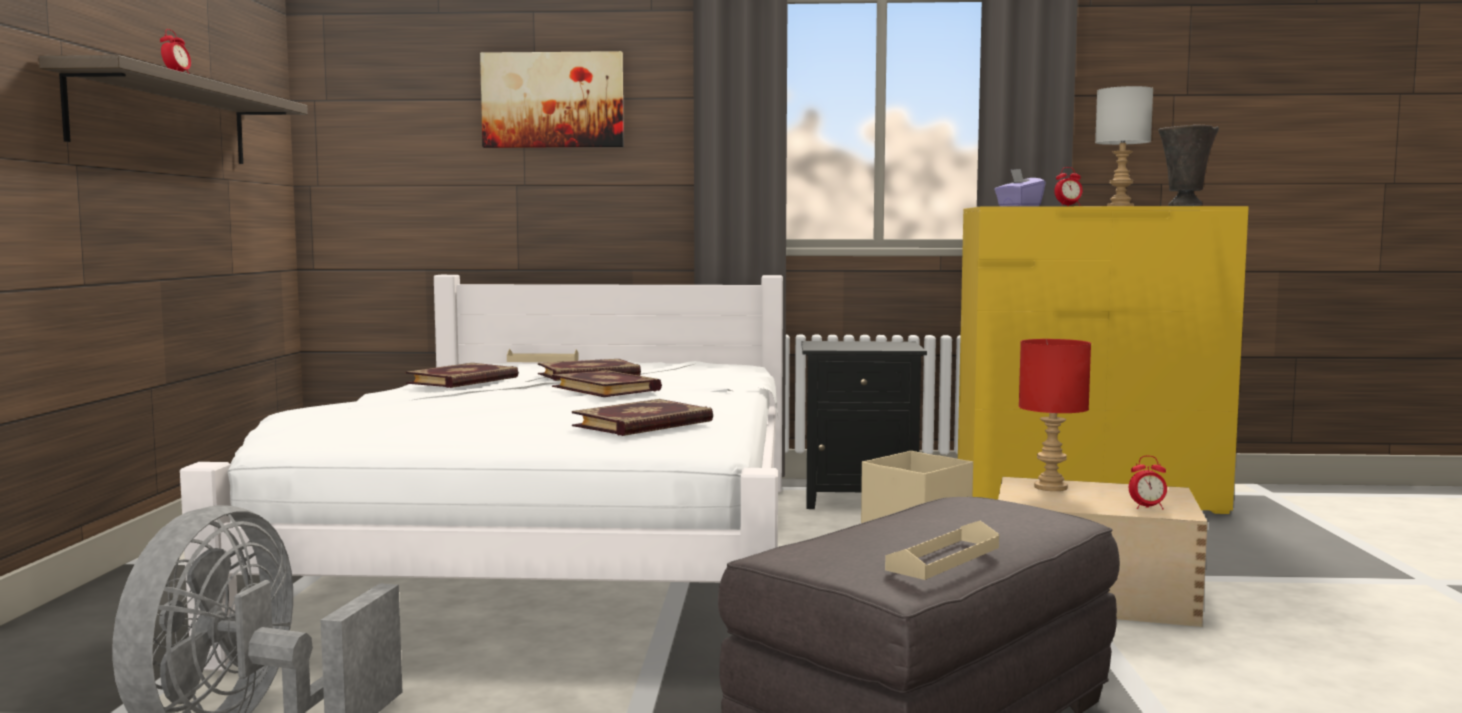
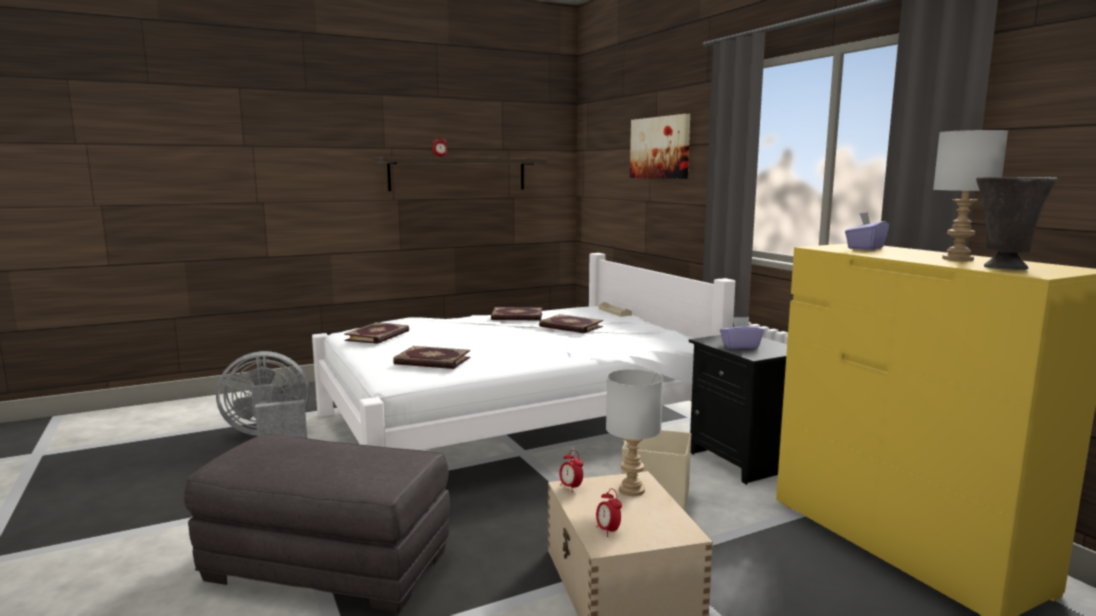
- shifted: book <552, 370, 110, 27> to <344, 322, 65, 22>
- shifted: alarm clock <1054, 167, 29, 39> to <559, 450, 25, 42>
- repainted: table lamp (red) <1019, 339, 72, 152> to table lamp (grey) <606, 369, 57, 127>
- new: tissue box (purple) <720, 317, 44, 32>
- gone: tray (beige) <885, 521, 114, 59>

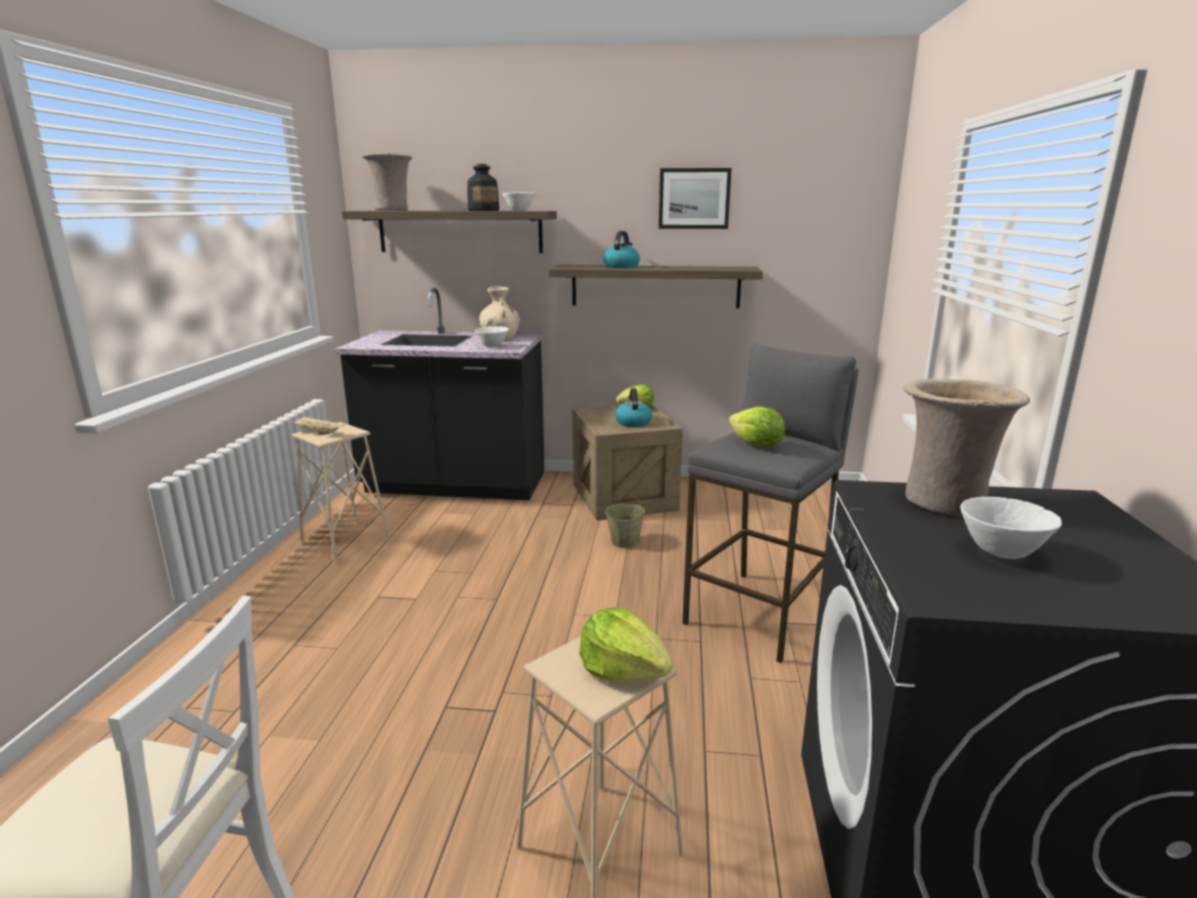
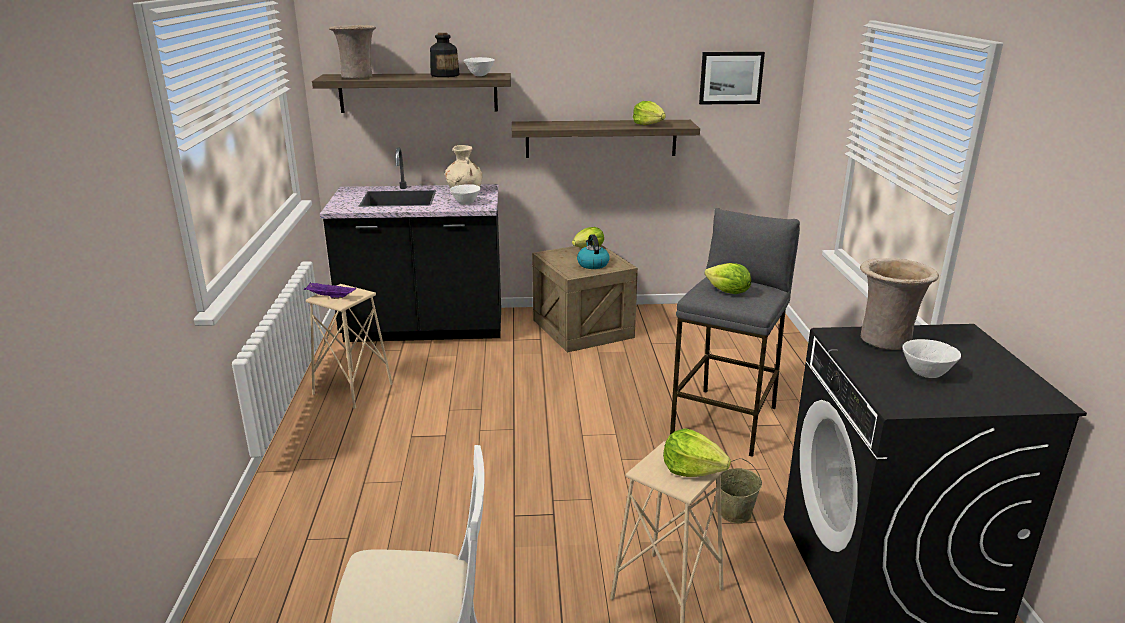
- repainted: tray (beige) <291, 416, 54, 19> to tray (purple) <304, 282, 52, 17>
- new: lettuce <633, 101, 33, 24>
- shifted: picture <659, 168, 73, 61> to <699, 52, 66, 52>
- shifted: bucket (beige) <605, 489, 40, 59> to <716, 458, 46, 66>
- gone: kettle <603, 231, 37, 37>

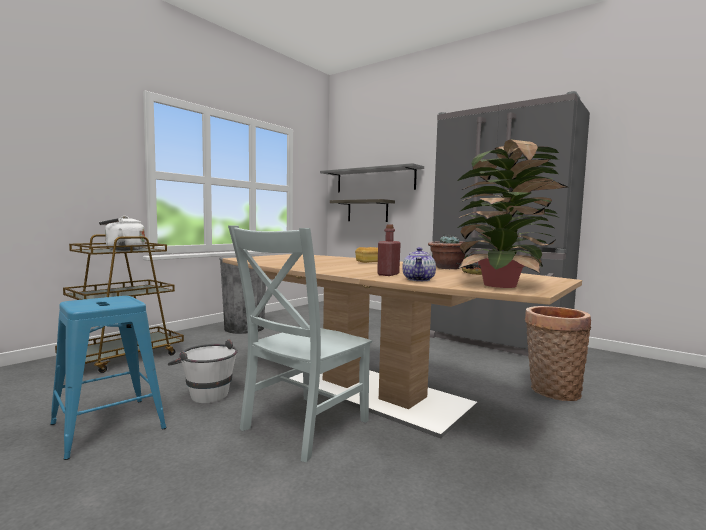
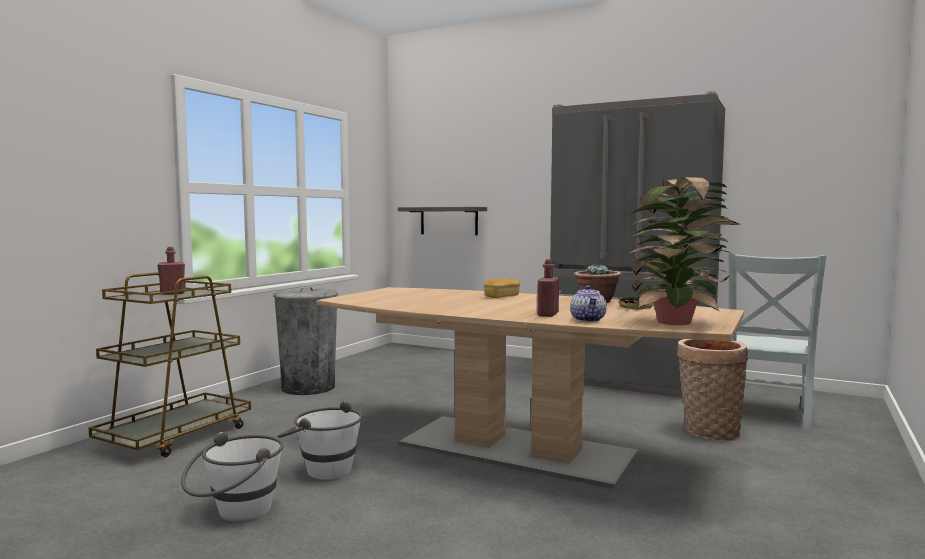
- swapped: kettle (white) <99, 216, 46, 34> to bottle (red) <157, 247, 28, 48>
- swapped: stool (blue) <50, 296, 116, 164> to bucket (white) <181, 432, 103, 89>
- shifted: chair (grey) <228, 225, 144, 237> to <728, 253, 98, 178>
- gone: shelf (grey) <320, 163, 104, 29>

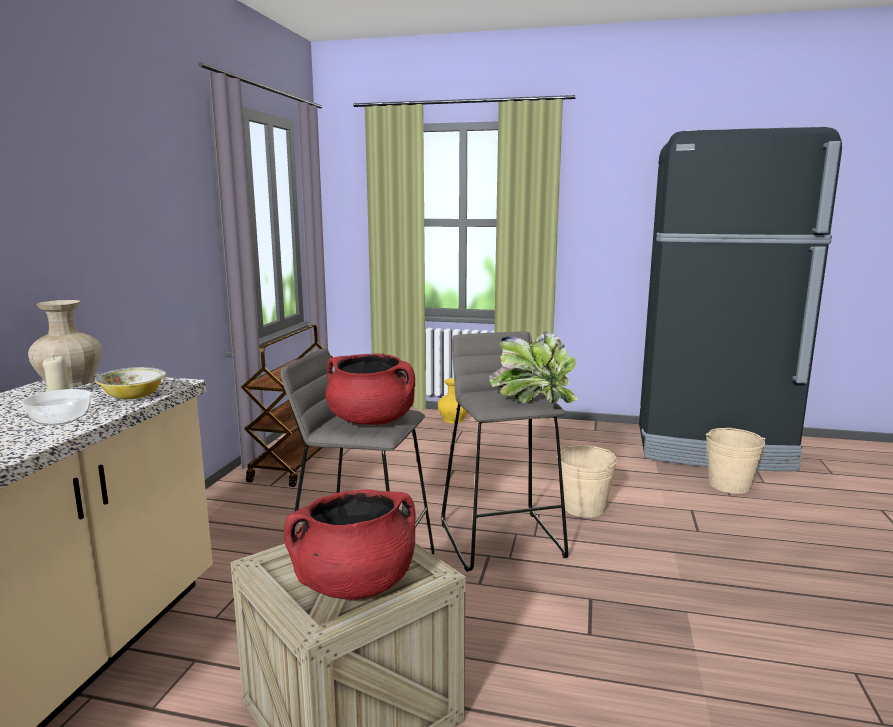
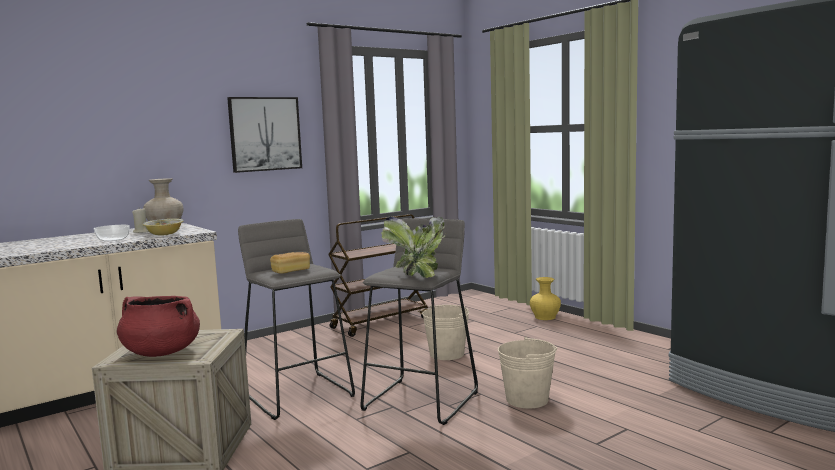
- new: picture <227, 97, 75, 76>
- swapped: cooking pot (red) <325, 354, 90, 71> to bread <270, 252, 40, 22>
- shifted: bucket (beige) <706, 428, 59, 66> to <422, 305, 47, 55>

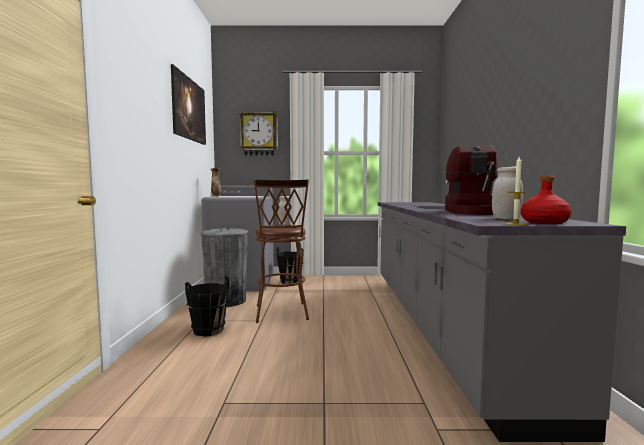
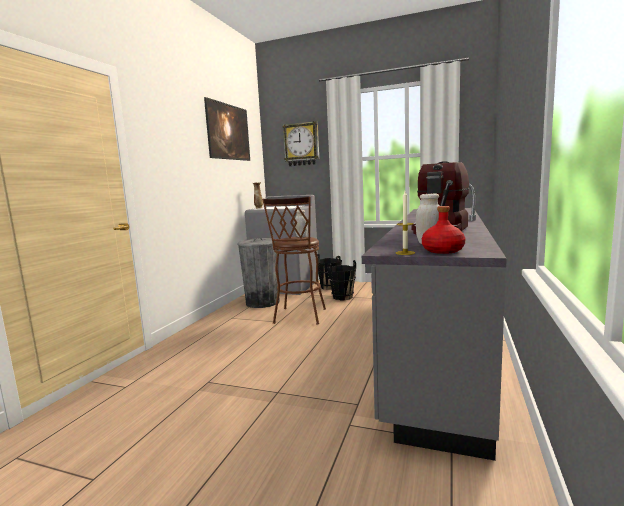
- shifted: bucket (black) <185, 276, 44, 61> to <327, 260, 29, 40>

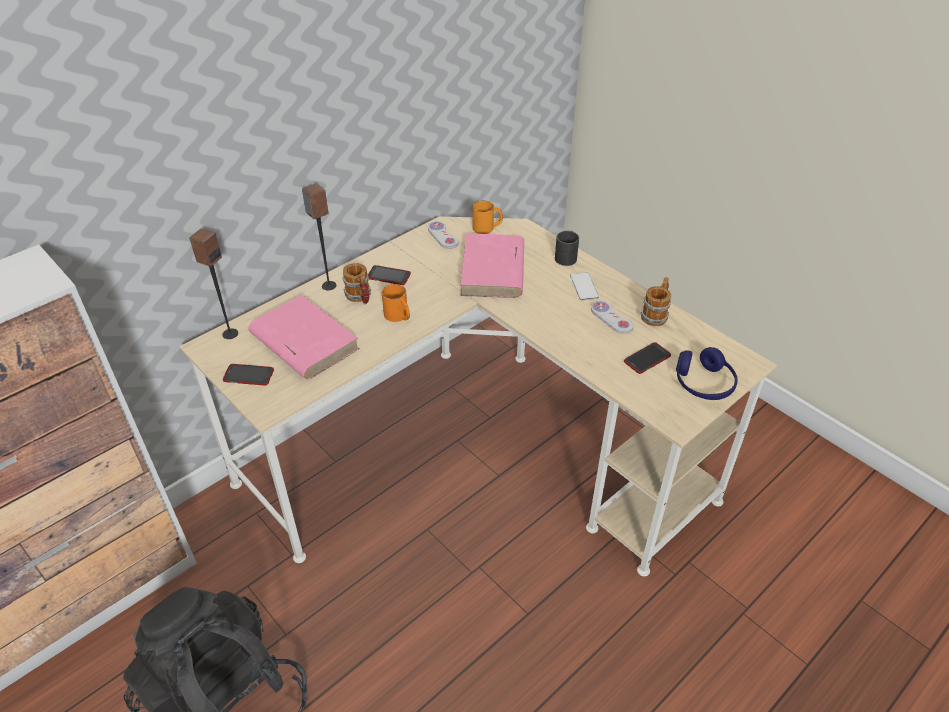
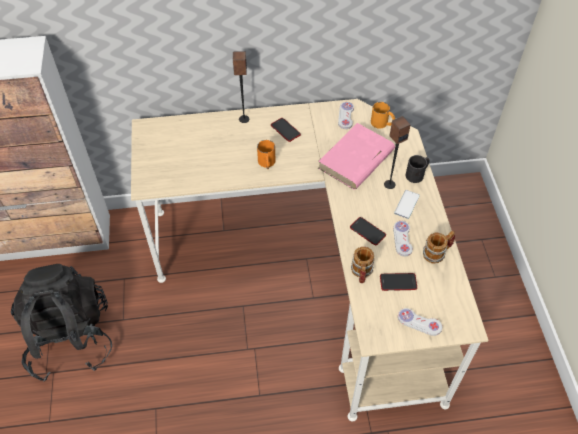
- shifted: phone <223, 364, 51, 21> to <350, 217, 36, 29>
- shifted: mug <343, 263, 28, 41> to <351, 247, 23, 36>
- shifted: speaker <189, 229, 49, 110> to <384, 116, 27, 73>
- swapped: headphones (blue) <676, 347, 62, 53> to game controller (white) <398, 308, 44, 28>
- gone: book (pink) <248, 295, 111, 85>

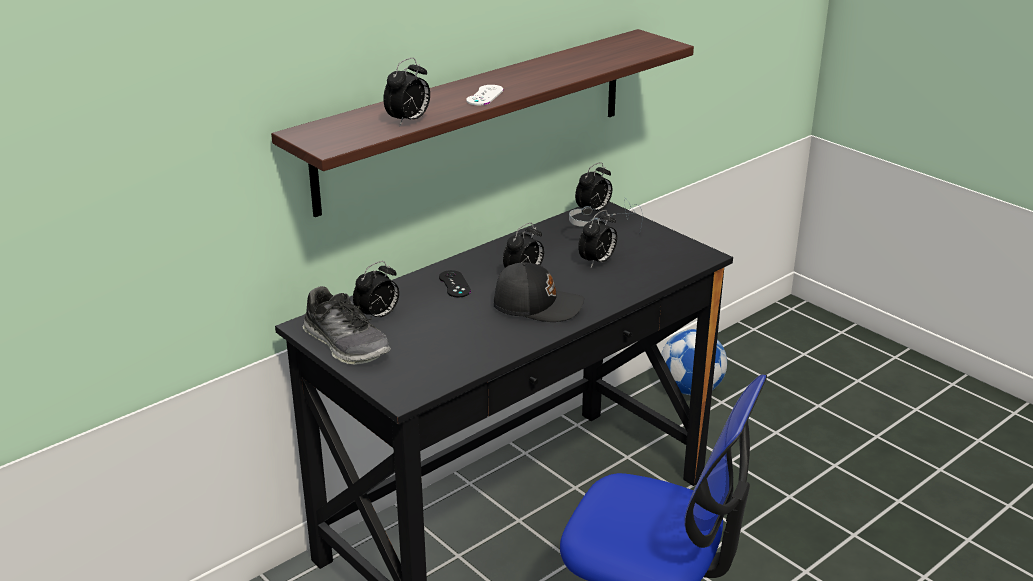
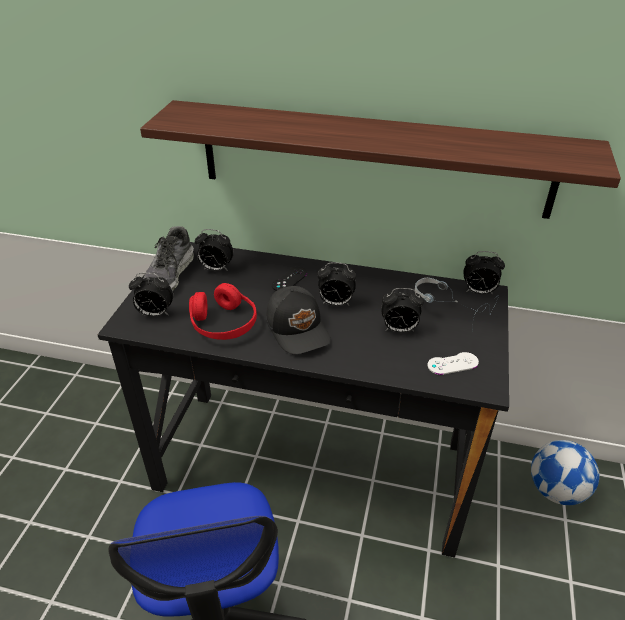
- shifted: alarm clock <383, 58, 47, 68> to <129, 273, 44, 44>
- new: headphones (red) <189, 283, 68, 57>
- shifted: game controller (white) <466, 85, 38, 20> to <427, 352, 52, 23>

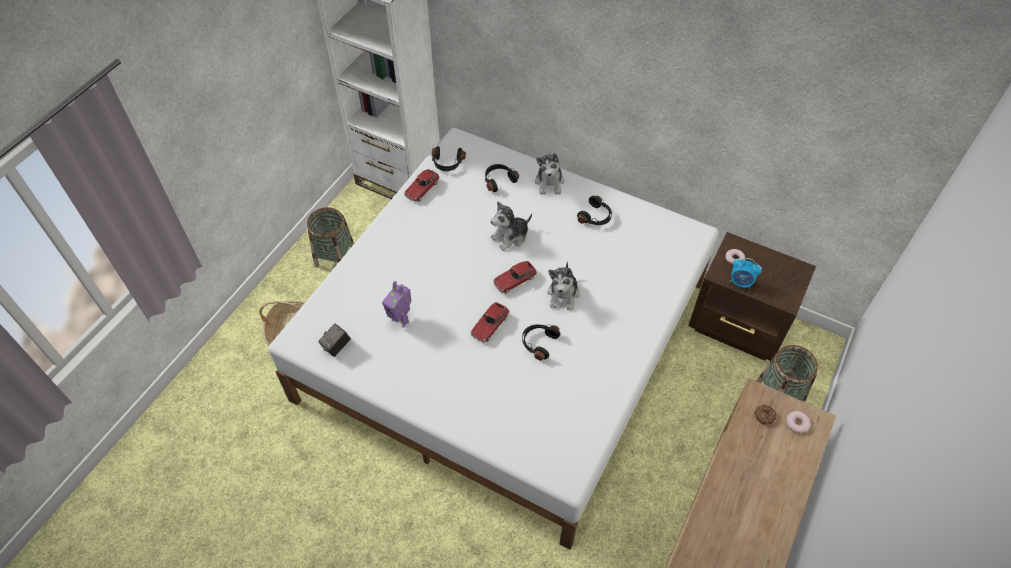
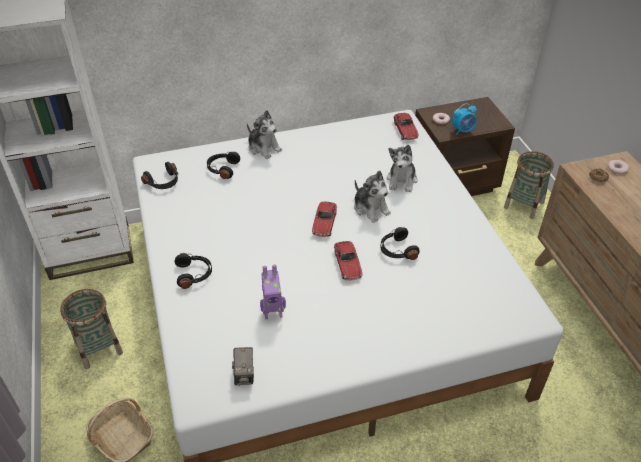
- shifted: headphones (black) <577, 196, 35, 29> to <175, 253, 37, 36>
- shifted: plush toy <491, 201, 41, 50> to <387, 144, 30, 48>
- shifted: toy car <404, 169, 36, 33> to <394, 113, 25, 27>

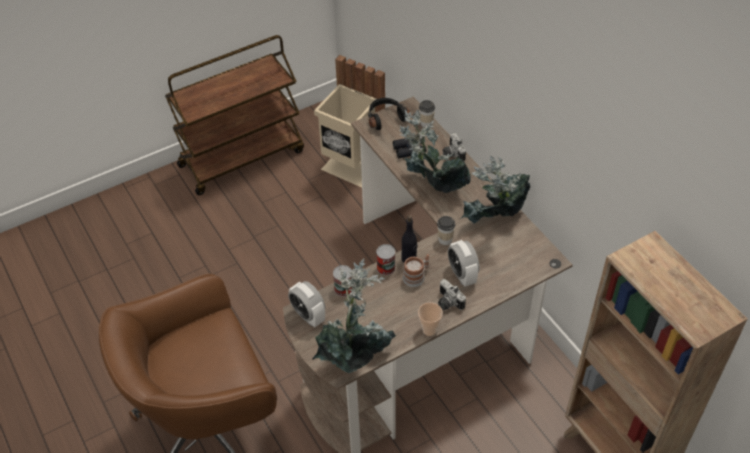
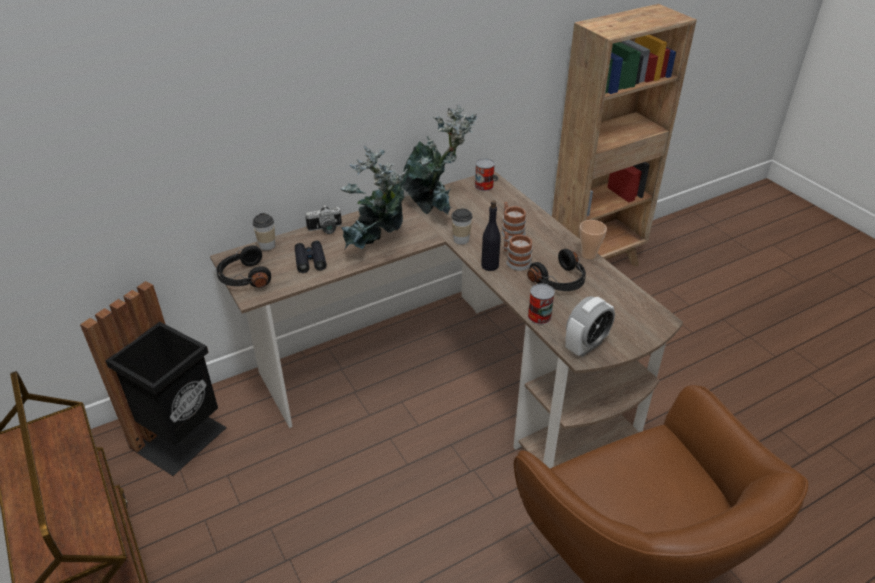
- repainted: trash can (beige) <314, 55, 71, 133> to trash can (black) <80, 281, 147, 195>
- shifted: can <376, 244, 19, 31> to <475, 158, 20, 33>
- swapped: alarm clock <448, 240, 32, 47> to mug <501, 202, 25, 37>
- new: headphones (black) <527, 249, 59, 42>
- gone: potted plant <312, 258, 84, 115>
- gone: photo camera <438, 279, 28, 31>

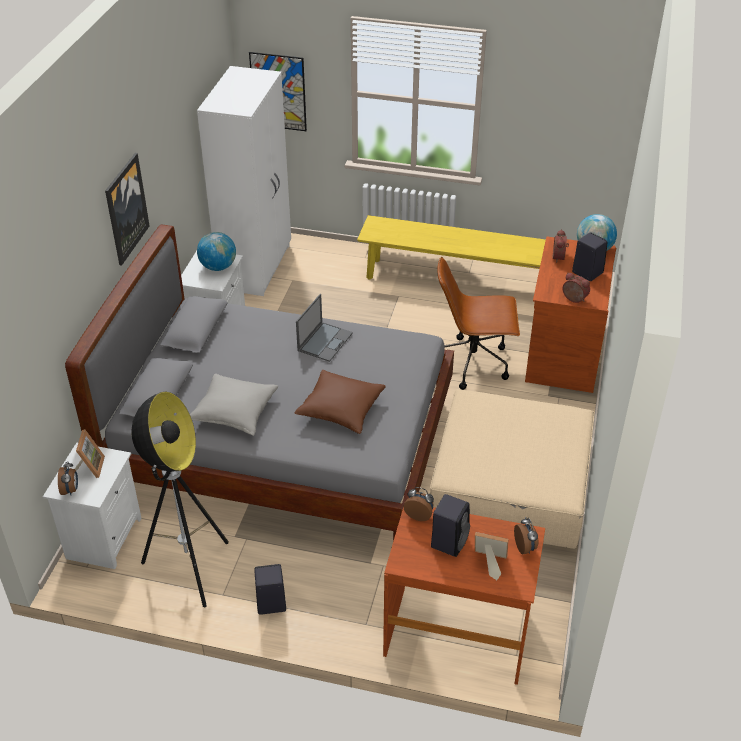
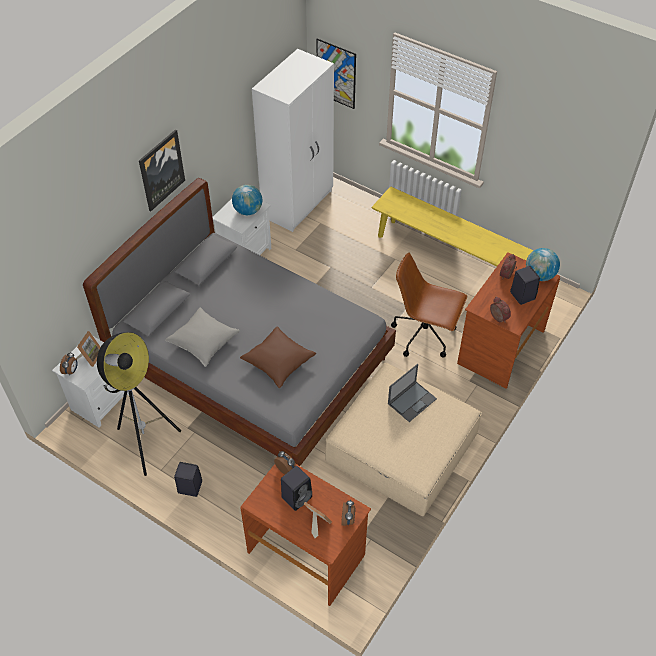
- shifted: laptop <296, 294, 57, 68> to <388, 364, 49, 58>

